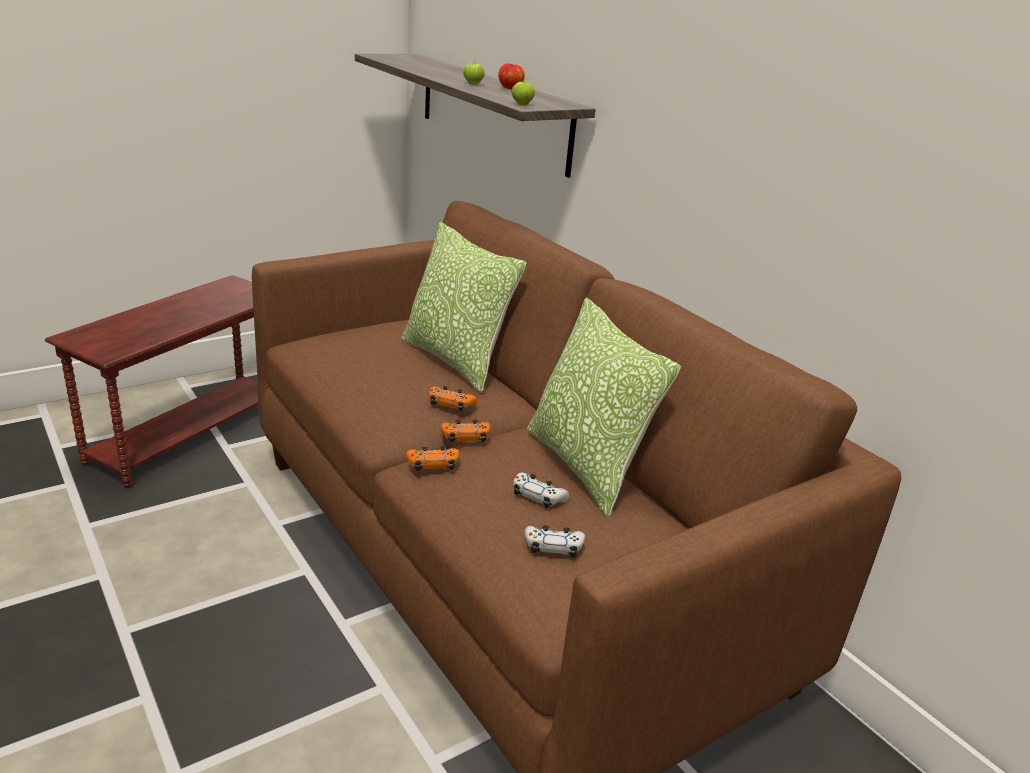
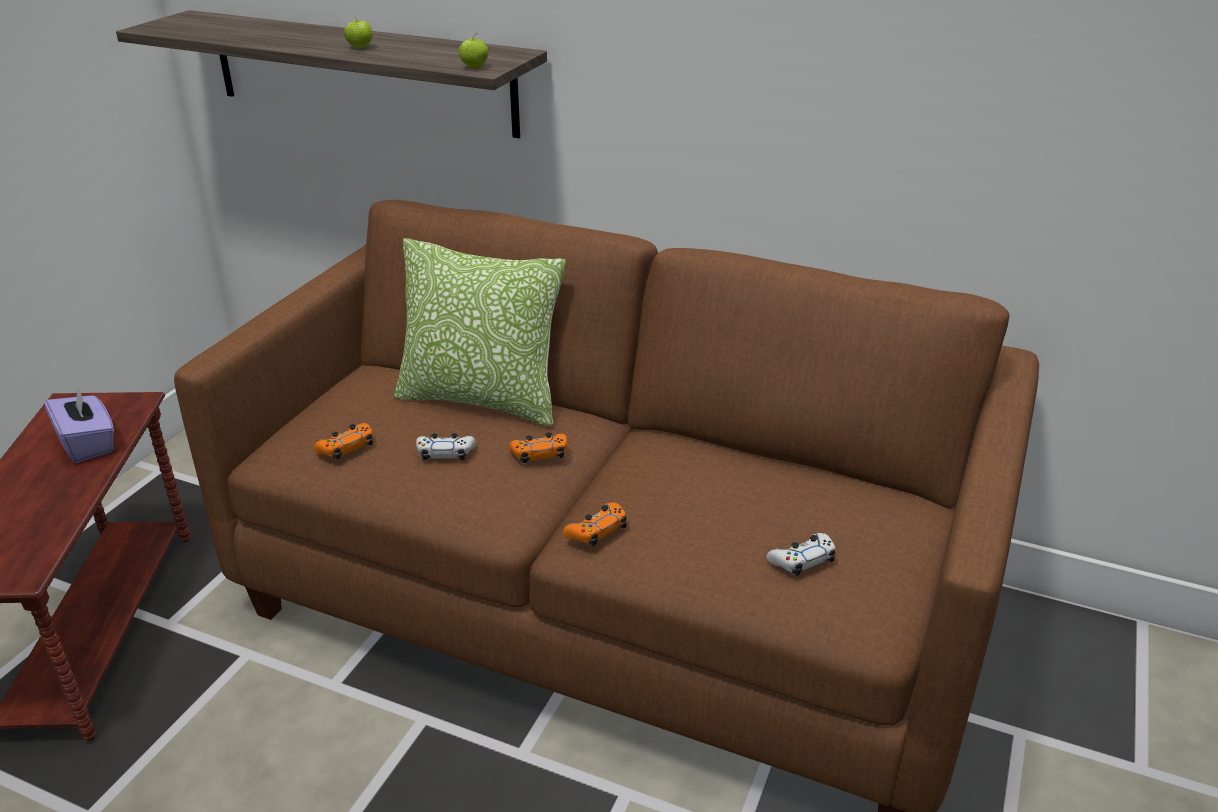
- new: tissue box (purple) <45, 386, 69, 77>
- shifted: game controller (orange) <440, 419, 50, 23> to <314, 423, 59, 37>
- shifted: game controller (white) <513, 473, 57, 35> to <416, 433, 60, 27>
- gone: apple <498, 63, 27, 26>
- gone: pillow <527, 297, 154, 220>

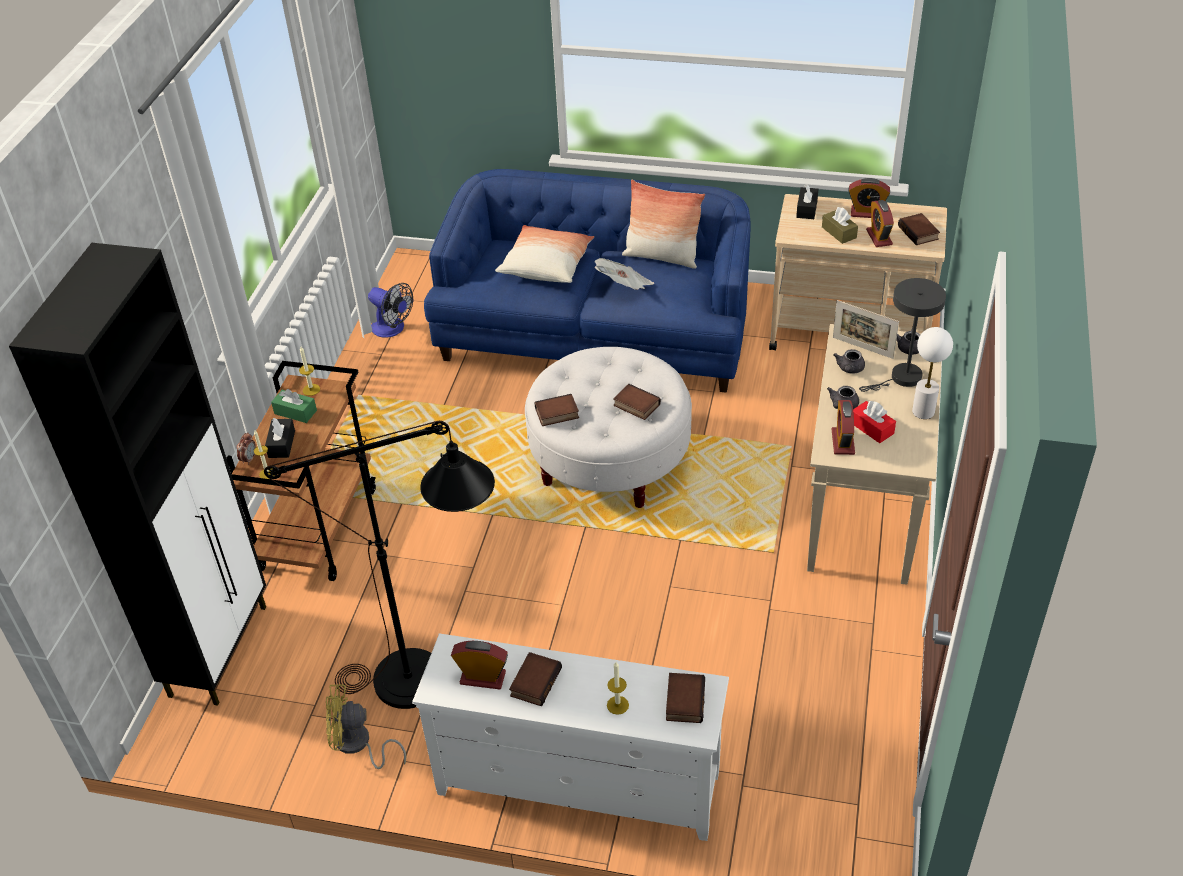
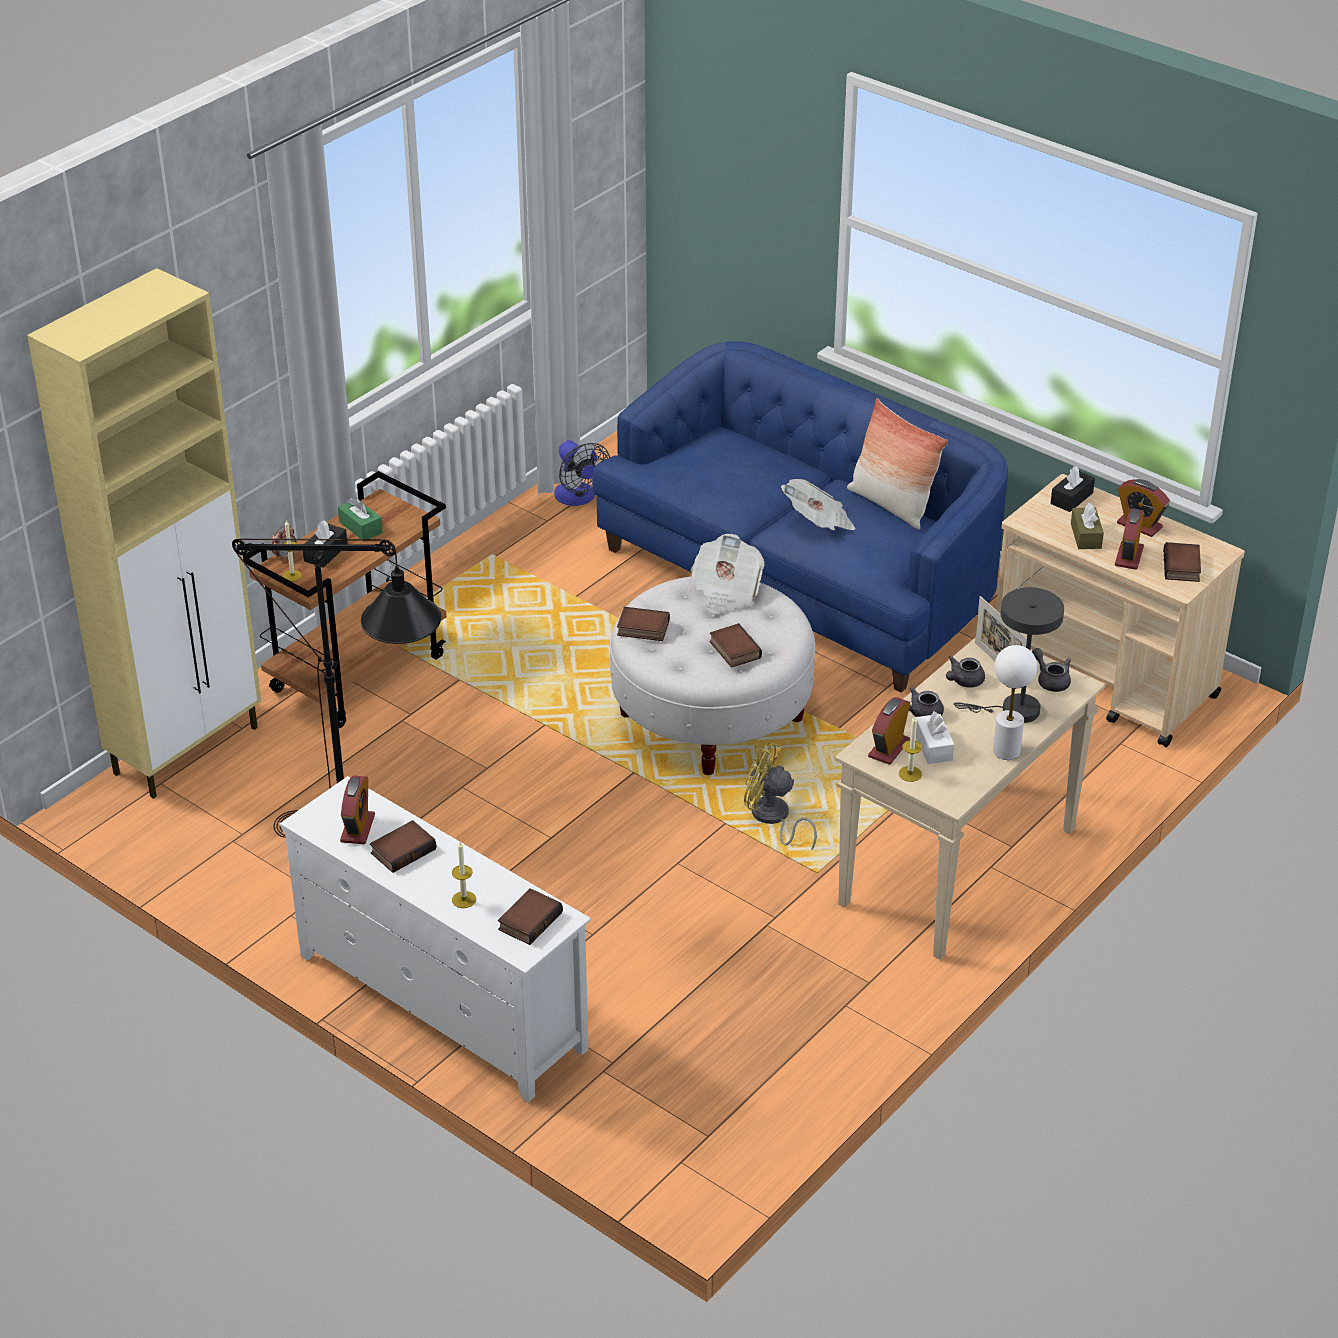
- repainted: cabinet (black) <9, 243, 257, 463> to cabinet (beige) <27, 268, 234, 531>
- rotated: alarm clock <451, 641, 57, 48> = <340, 776, 35, 68> 60 degrees clockwise
- new: newspaper <691, 534, 74, 79>
- shifted: fan (yellow) <326, 684, 80, 85> to <744, 741, 73, 110>
- shifted: candle <299, 347, 21, 49> to <899, 716, 23, 66>
- repainted: tissue box (red) <853, 401, 43, 42> to tissue box (white) <916, 711, 38, 53>
- gone: pillow <495, 225, 99, 58>

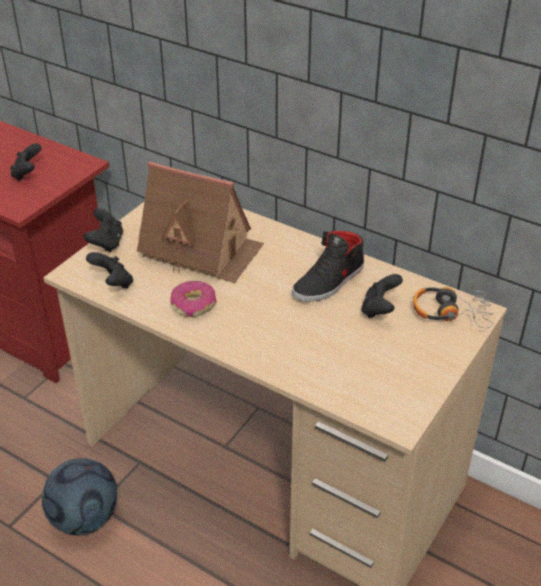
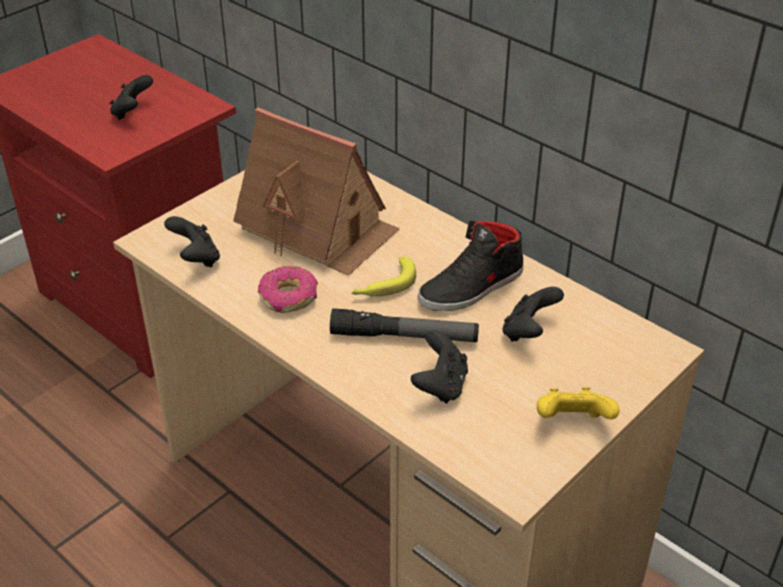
- new: flashlight <330, 308, 149, 34>
- new: banana <351, 257, 65, 40>
- shifted: game controller (black) <84, 208, 39, 44> to <411, 330, 57, 74>
- new: game controller (yellow) <537, 387, 82, 32>
- gone: football <42, 458, 75, 78>
- gone: headphones <413, 284, 81, 44>

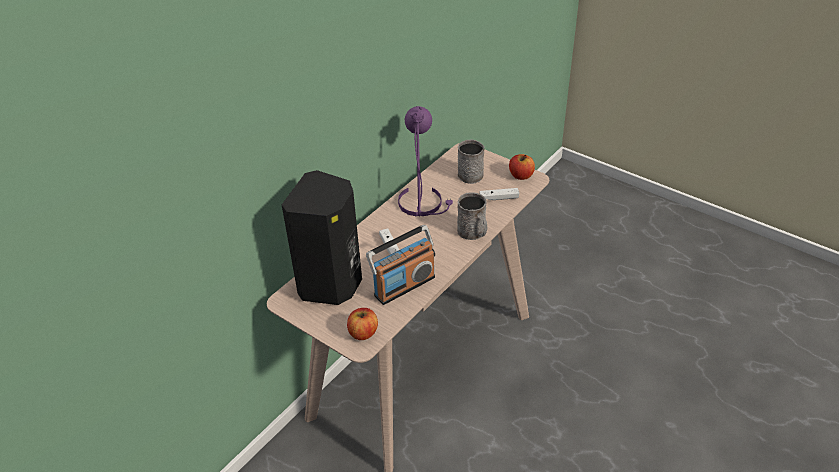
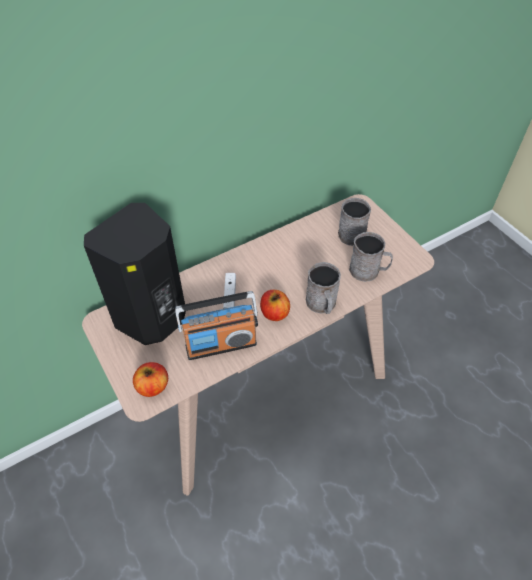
- shifted: apple <509, 154, 26, 26> to <260, 290, 30, 31>
- swapped: game controller (white) <479, 188, 40, 12> to mug (grey) <349, 232, 44, 50>
- gone: table lamp (purple) <398, 106, 55, 111>

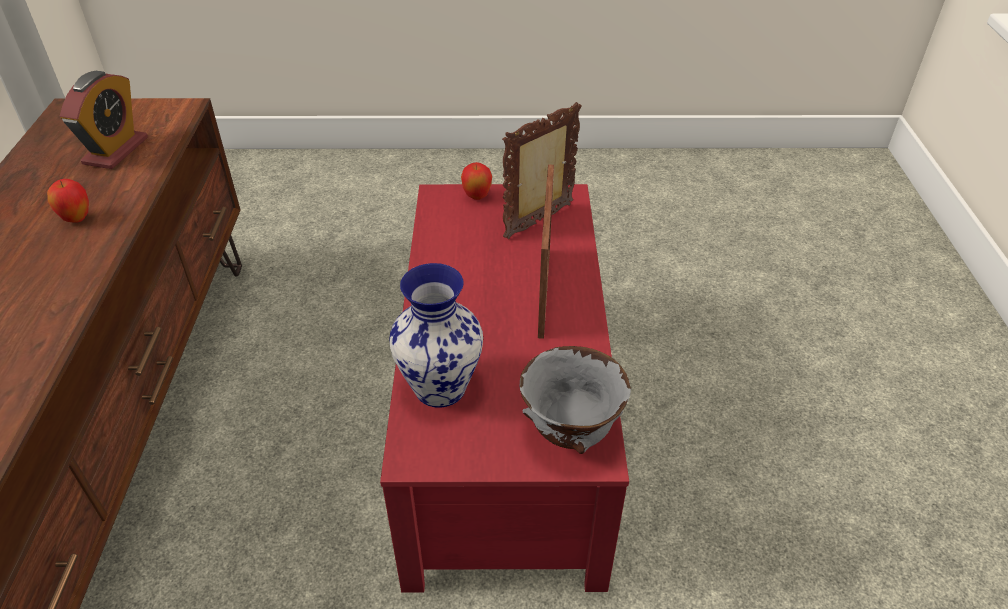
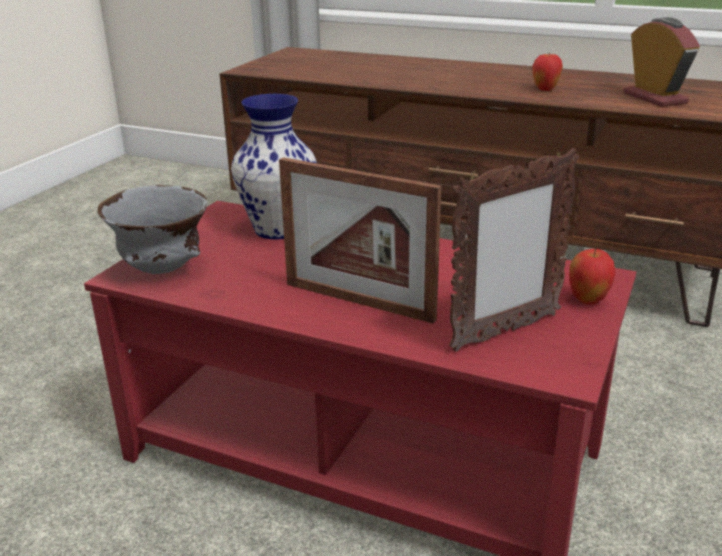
- rotated: picture frame <502, 102, 80, 137> = <449, 148, 131, 204> 75 degrees clockwise
- rotated: alarm clock <60, 71, 88, 98> = <623, 17, 77, 90> 150 degrees counterclockwise

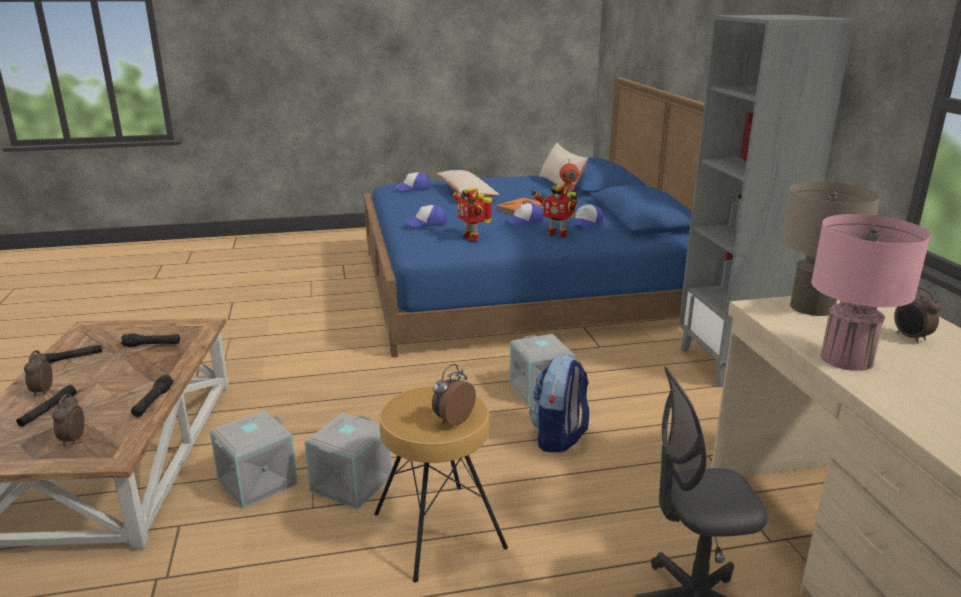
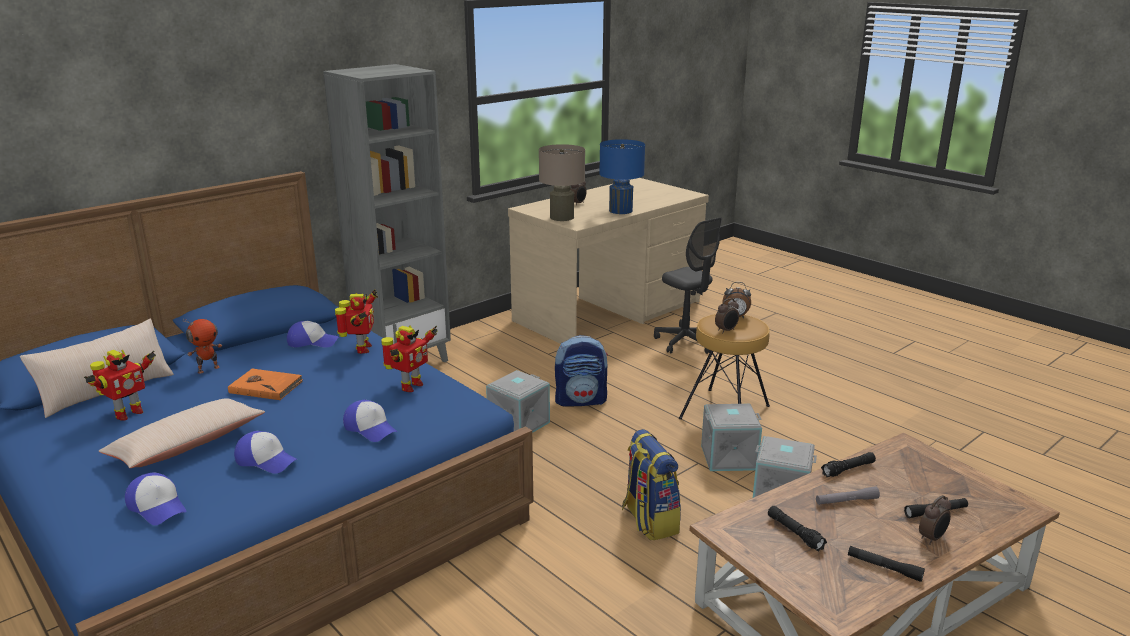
- new: toy robot <84, 350, 72, 71>
- shifted: cap <505, 203, 39, 24> to <234, 431, 63, 43>
- repainted: table lamp (pink) <811, 214, 120, 157> to table lamp (blue) <599, 139, 46, 75>
- new: backpack <622, 429, 59, 112>
- shifted: alarm clock <52, 394, 33, 52> to <715, 298, 24, 35>
- new: flashlight (grey) <816, 486, 64, 19>

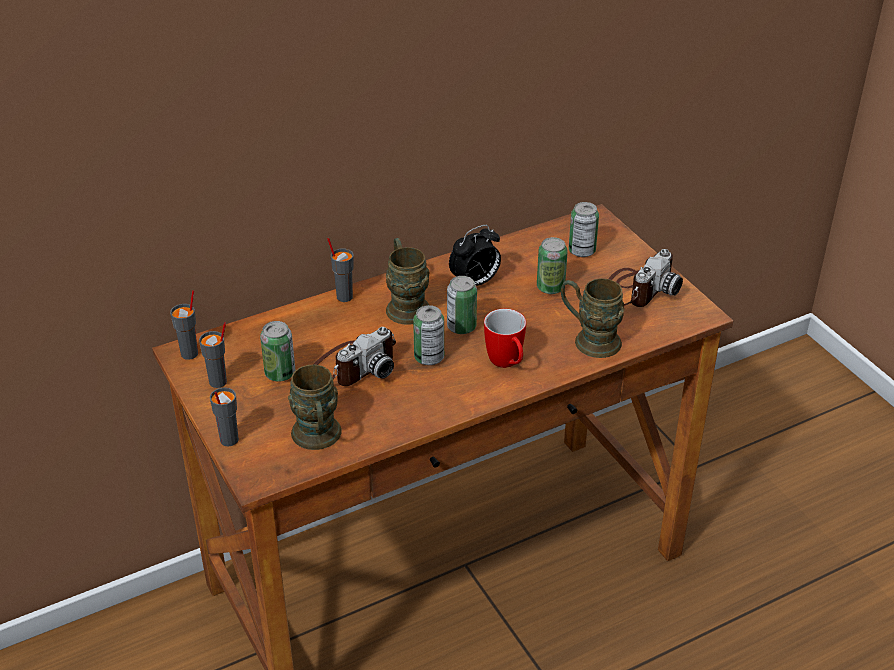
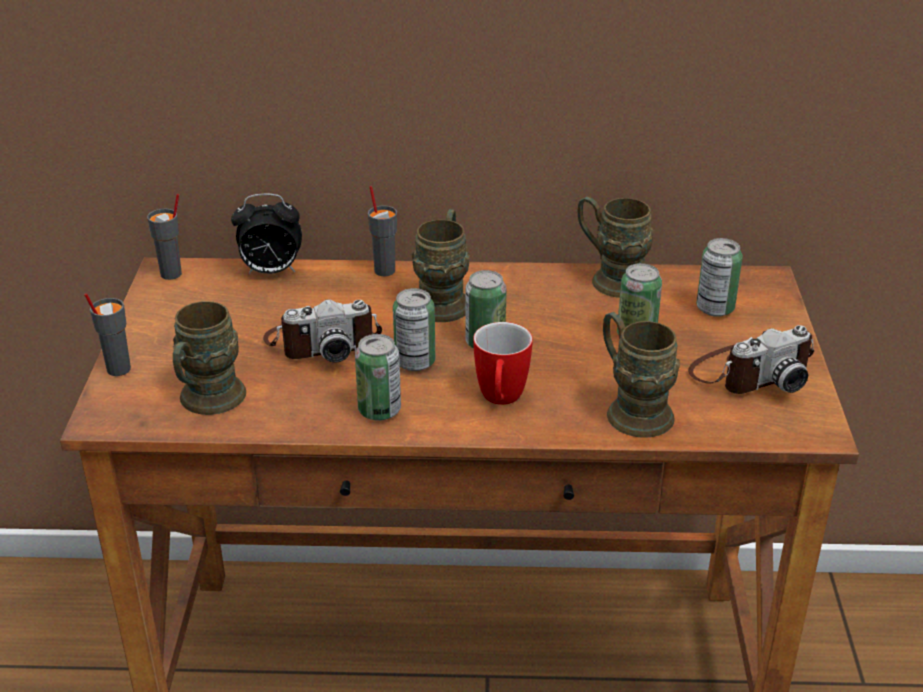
- shifted: alarm clock <449, 225, 52, 61> to <231, 194, 71, 80>
- shifted: can <260, 321, 35, 61> to <355, 334, 46, 87>
- new: mug (brown) <578, 197, 76, 101>
- gone: cup (grey) <199, 322, 28, 66>

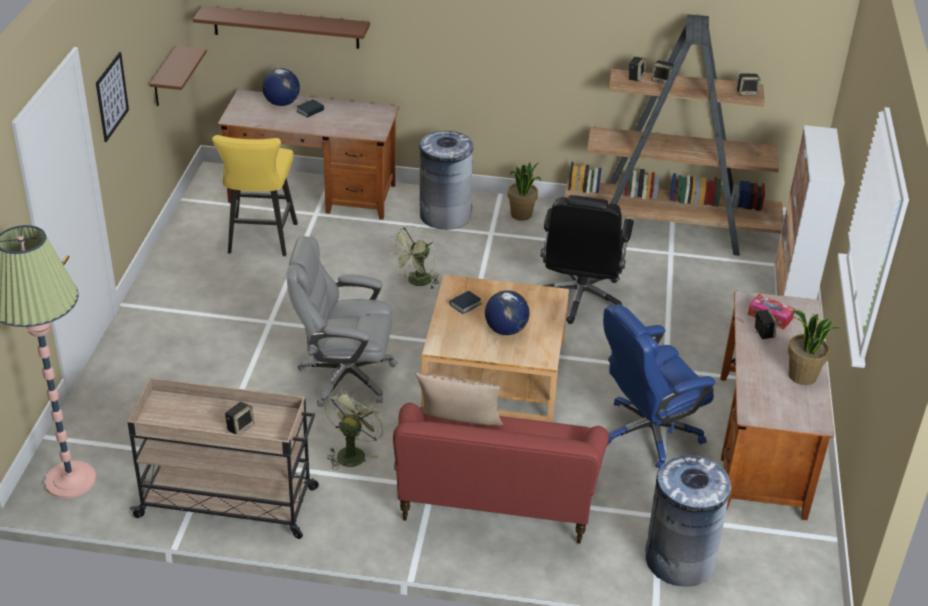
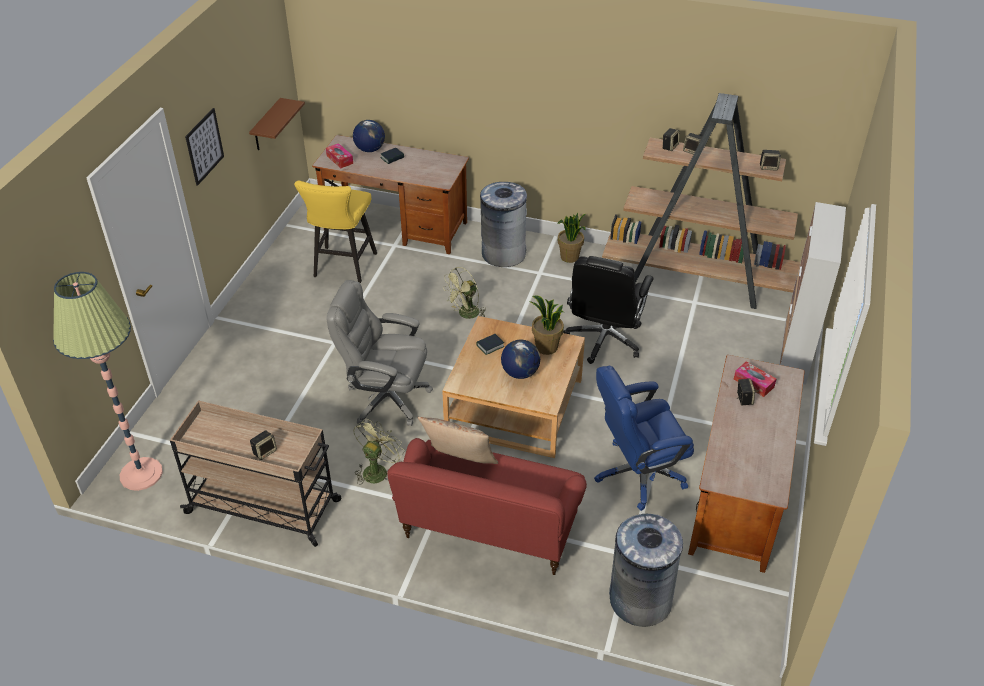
- new: tissue box <326, 143, 27, 25>
- shifted: potted plant <788, 310, 52, 75> to <529, 295, 35, 60>
- gone: shelf (brown) <193, 6, 177, 43>

